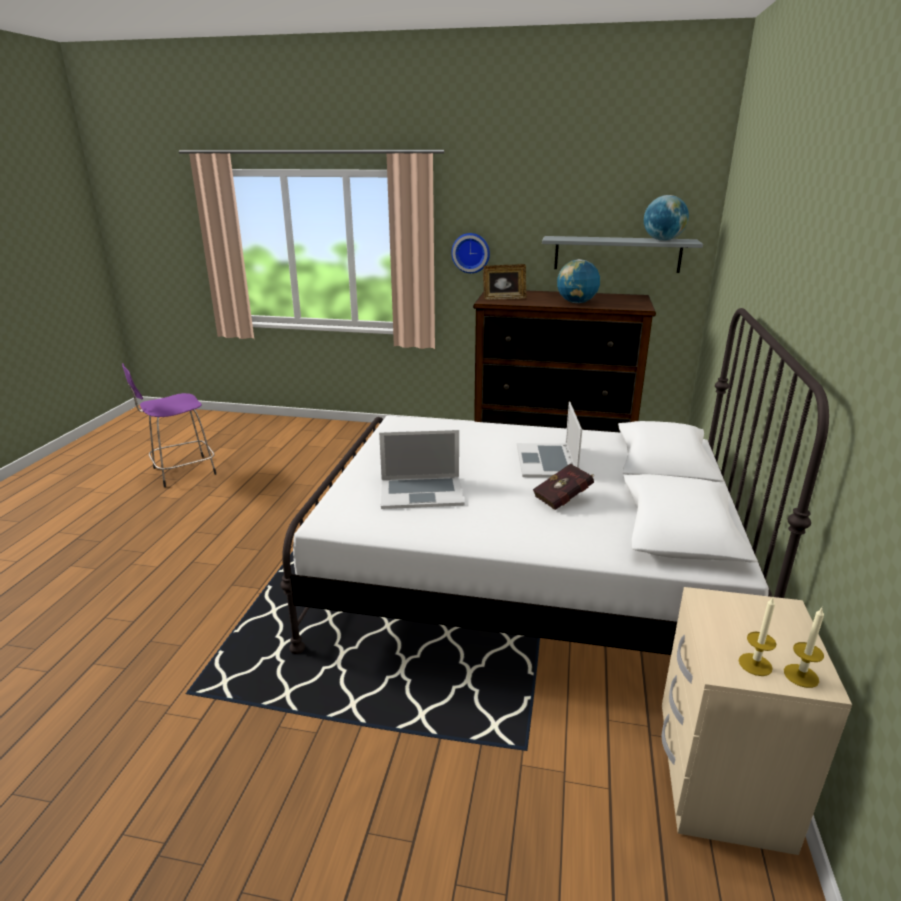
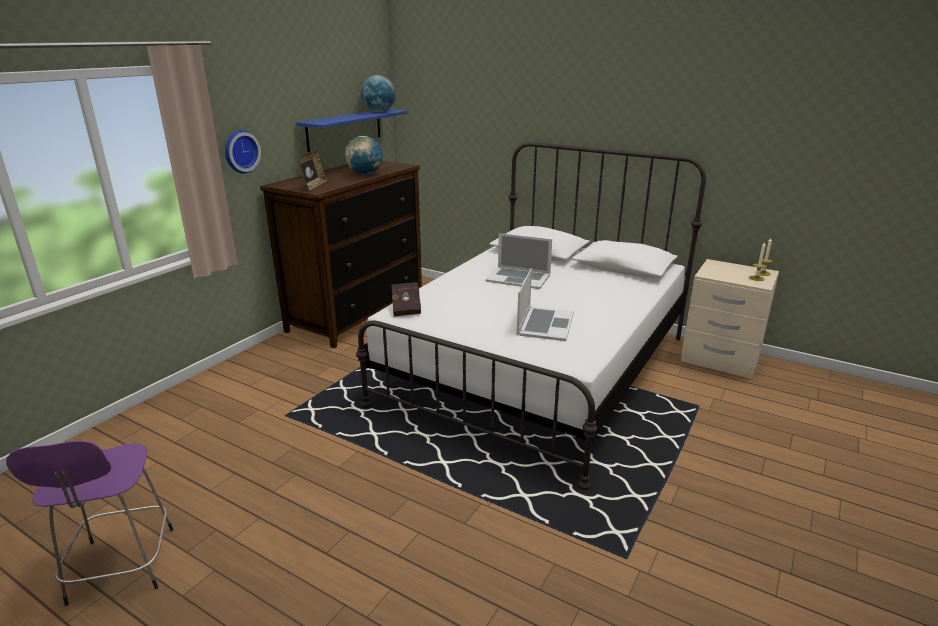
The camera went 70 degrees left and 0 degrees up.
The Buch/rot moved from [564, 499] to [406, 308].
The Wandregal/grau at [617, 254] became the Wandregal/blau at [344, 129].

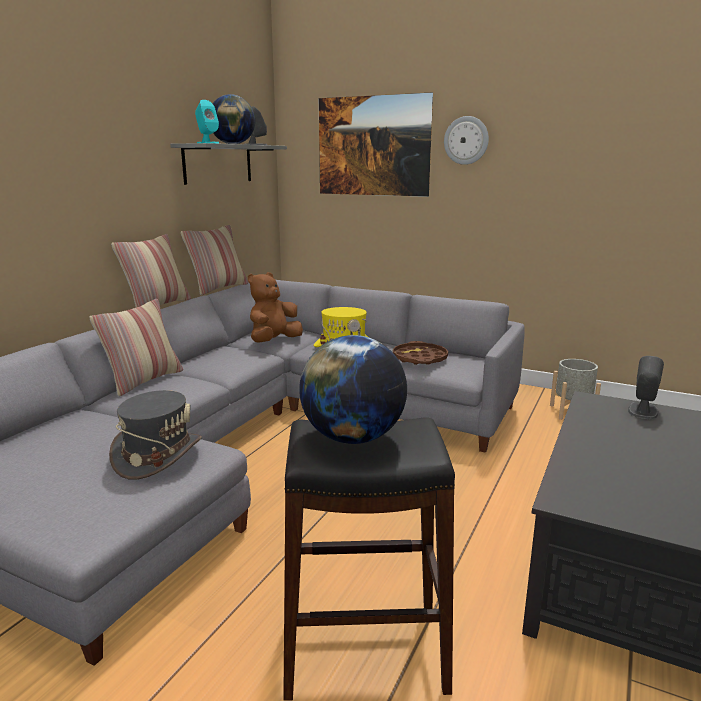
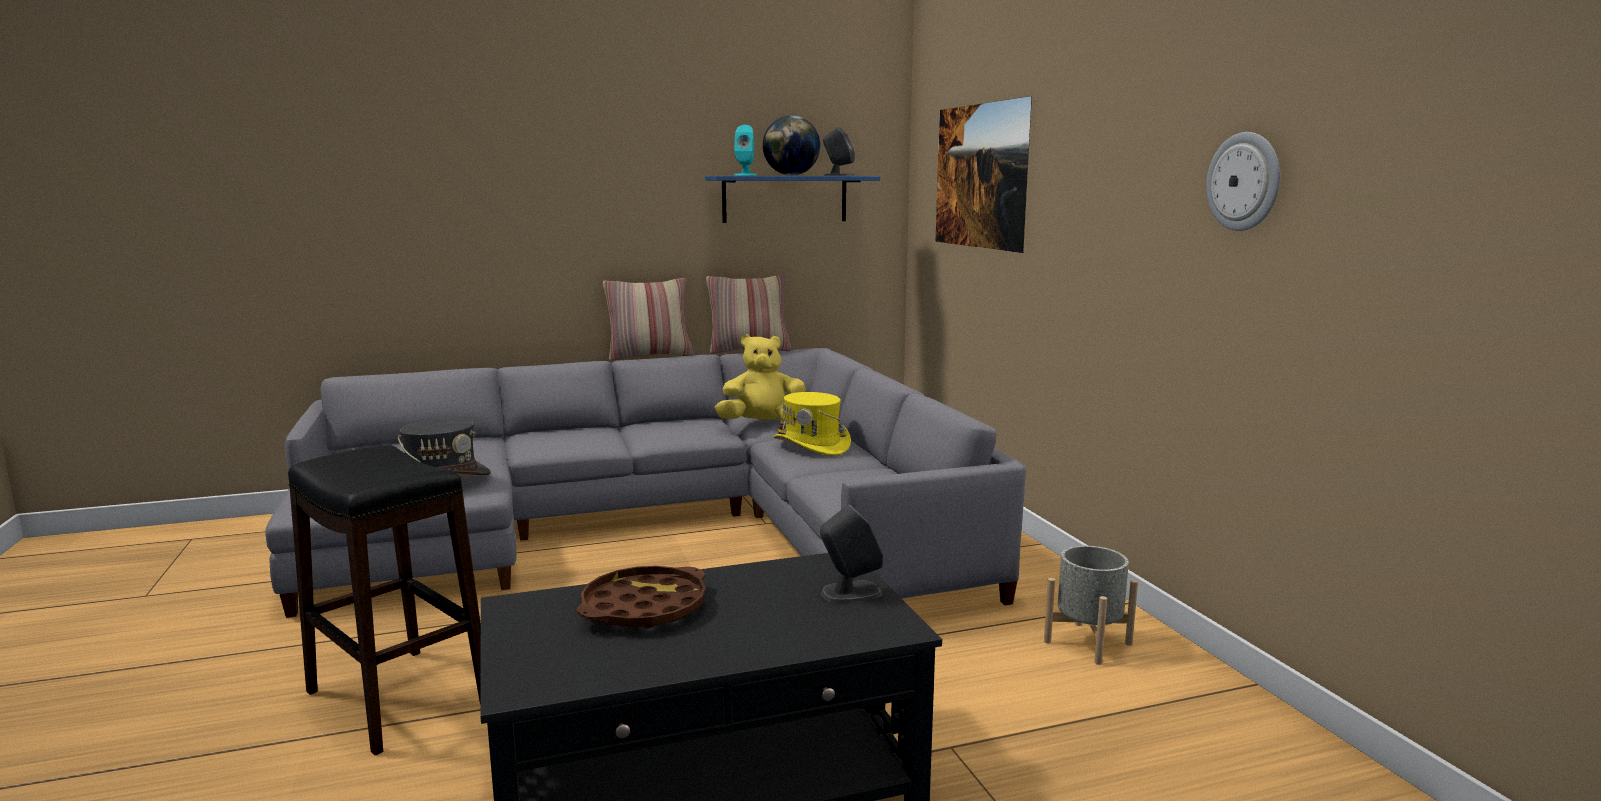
The camera went 45 degrees right and 5 degrees down.
The Kissen at [144, 381] disappeared.
The Globus at [352, 438] disappeared.
The Tablett/braun moved from [419, 358] to [644, 608].
The Wanduhr moved from [466, 140] to [1244, 182].
The Wandregal/grau at [218, 164] became the Wandregal/blau at [785, 199].
The Plüschtier/braun at [274, 341] became the Plüschtier/gelb at [762, 424].

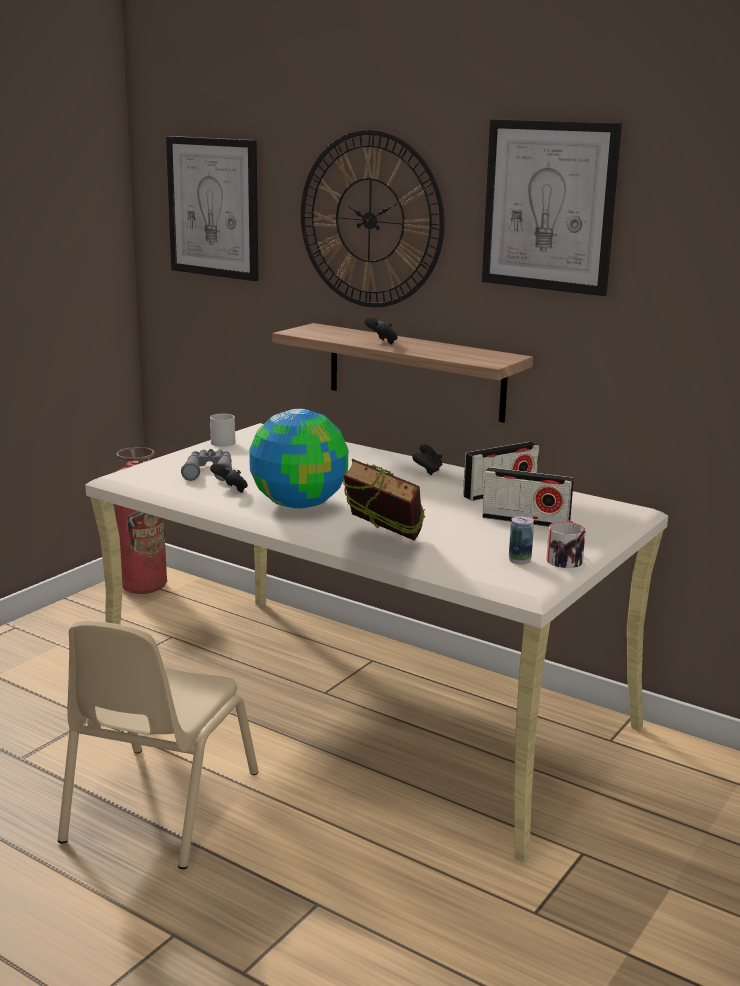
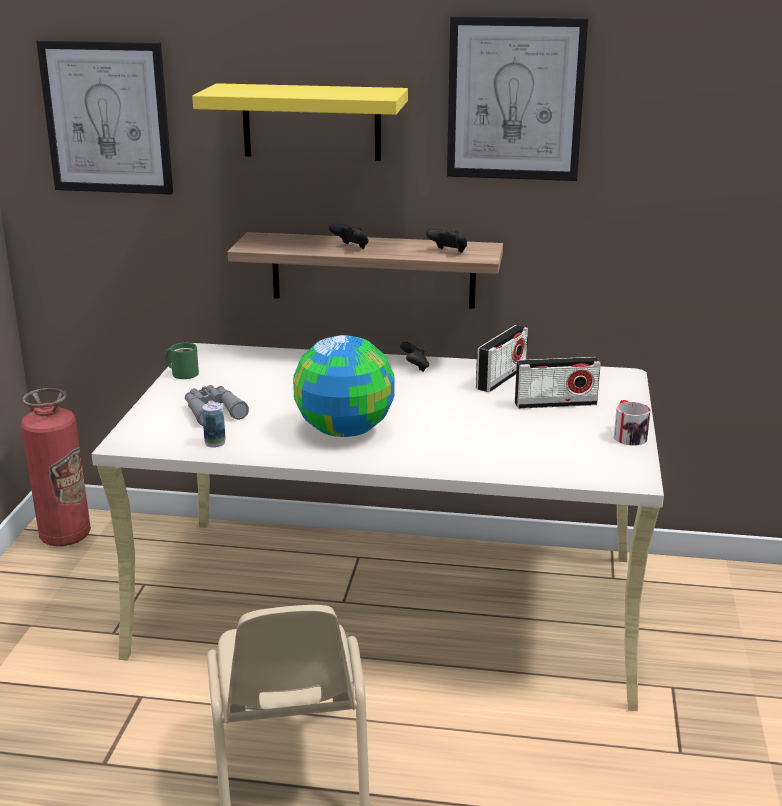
The camera went 25 degrees left and 5 degrees up.
The Buch at [383, 546] disappeared.
The Gamepad/schwarz moved from [230, 490] to [448, 252].
The Dose moved from [519, 560] to [215, 443].
The Wanduhr at [370, 220] was replaced by the Wandregal/gelb at [311, 122].
The Henkelbecher/weiß at [222, 442] became the Henkelbecher/grün at [183, 373].

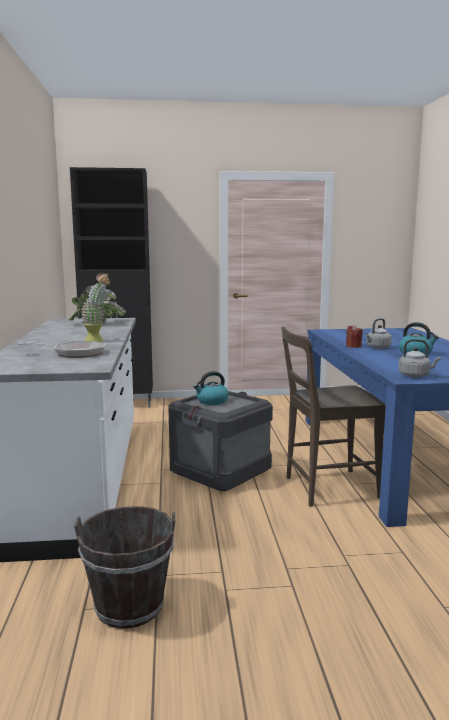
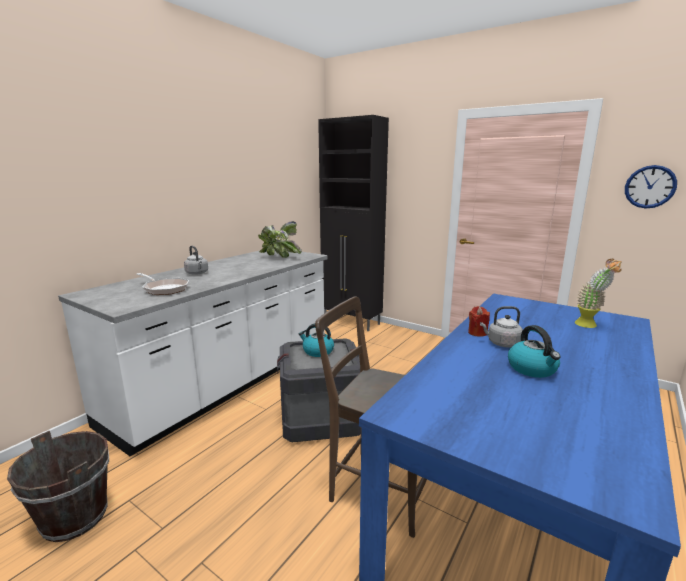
The camera went 40 degrees right and 5 degrees up.
The Wanduhr at [650, 187] appeared.
The Topfpflanze moved from [98, 341] to [590, 326].
The Wasserkessel/grau moved from [415, 376] to [197, 273].

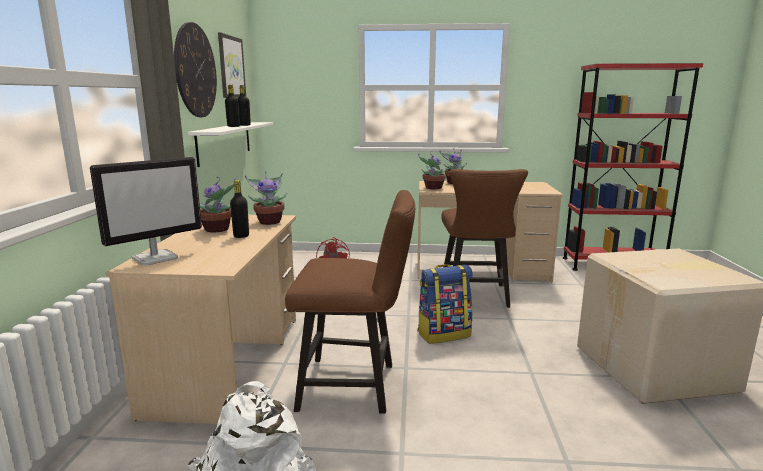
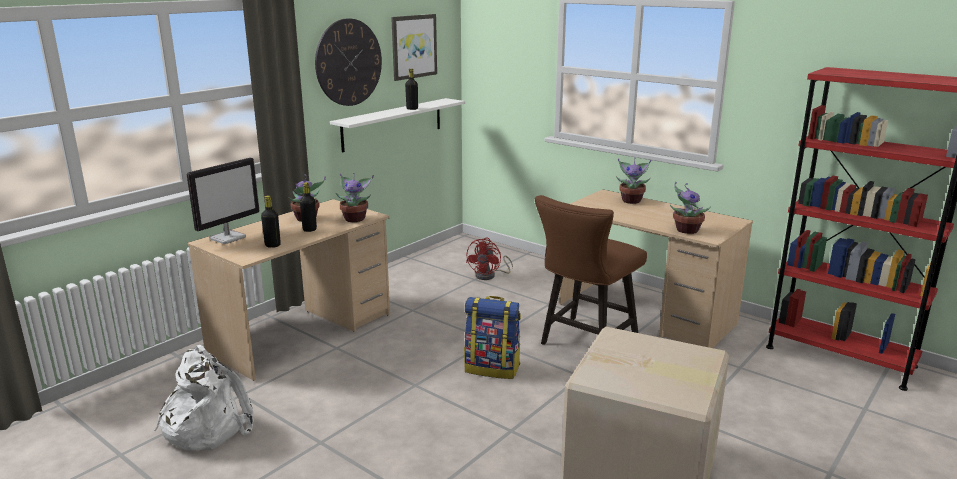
The camera went 35 degrees right and 5 degrees up.
The Stuhl/braun at [356, 386] disappeared.
The Flasche/schwarz moved from [233, 126] to [272, 245].
The Topfpflanze moved from [432, 188] to [685, 230].
The Monitor at [156, 258] turned 45 degrees counterclockwise.

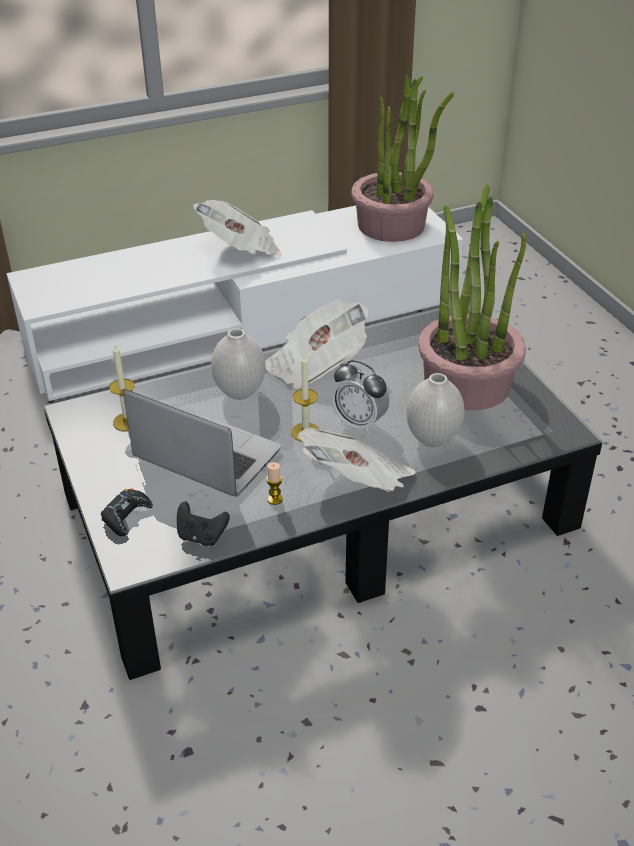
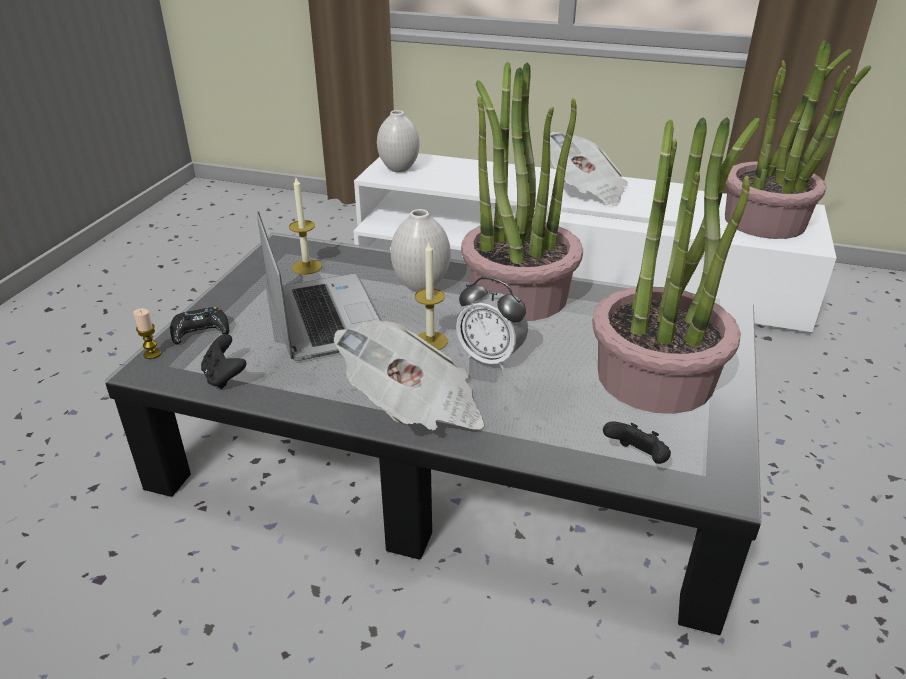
The camera went 40 degrees right and 5 degrees down.
The Gamepad/schwarz at [637, 458] appeared.
The Kerze moved from [275, 499] to [152, 354].
The Vase/weiß moved from [432, 439] to [399, 168].
The Zeitung at [316, 365] was replaced by the Topfpflanze at [518, 294].
The Wecker at [359, 423] turned 45 degrees counterclockwise.

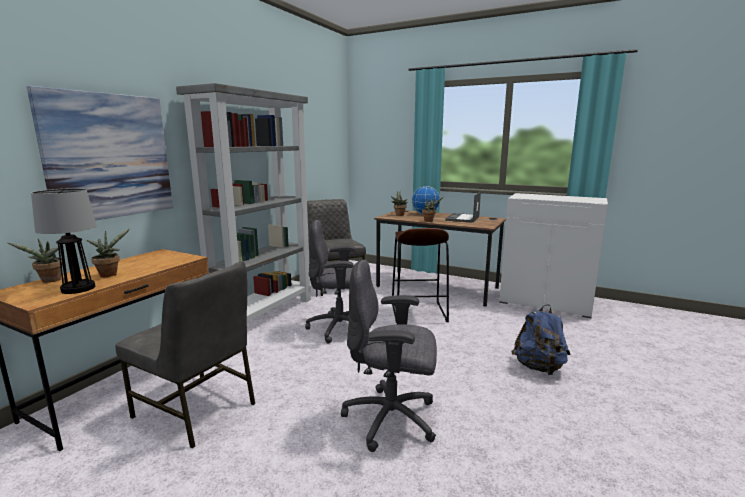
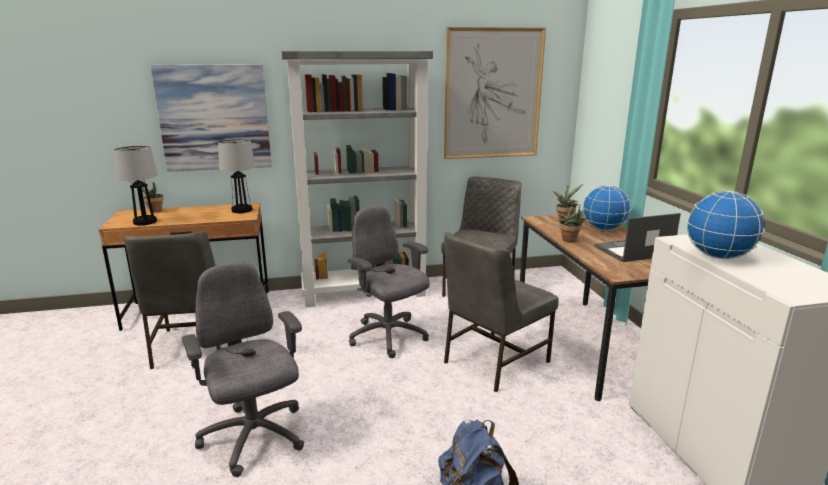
The camera went 50 degrees right and 5 degrees up.
The Topfpflanze at [110, 274] disappeared.
The Tischlampe at [242, 210] appeared.
The Bild at [493, 94] appeared.
The Globus at [718, 256] appeared.
The Hocker/braun at [418, 312] was replaced by the Stuhl/grau at [494, 362].

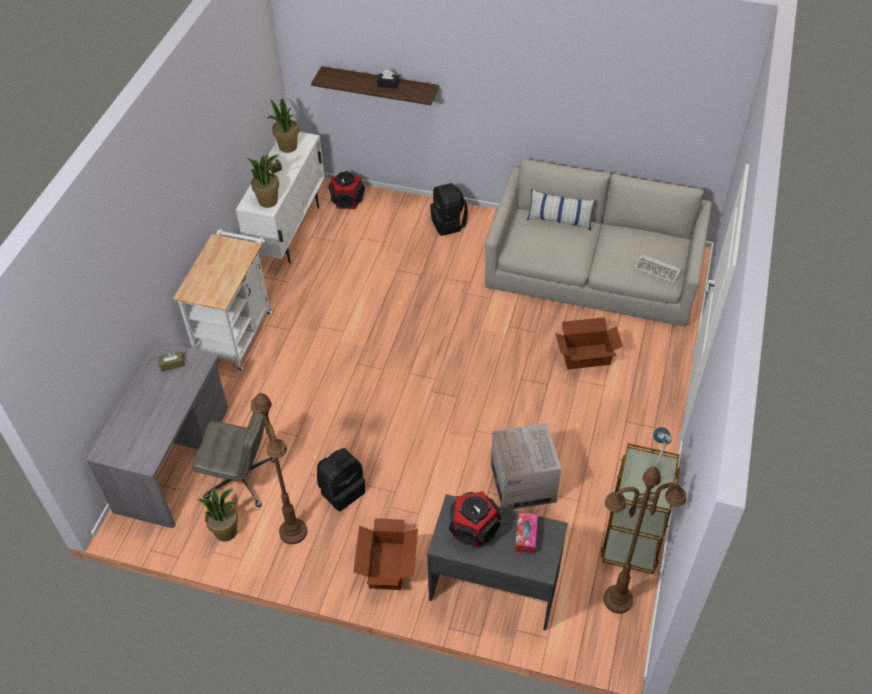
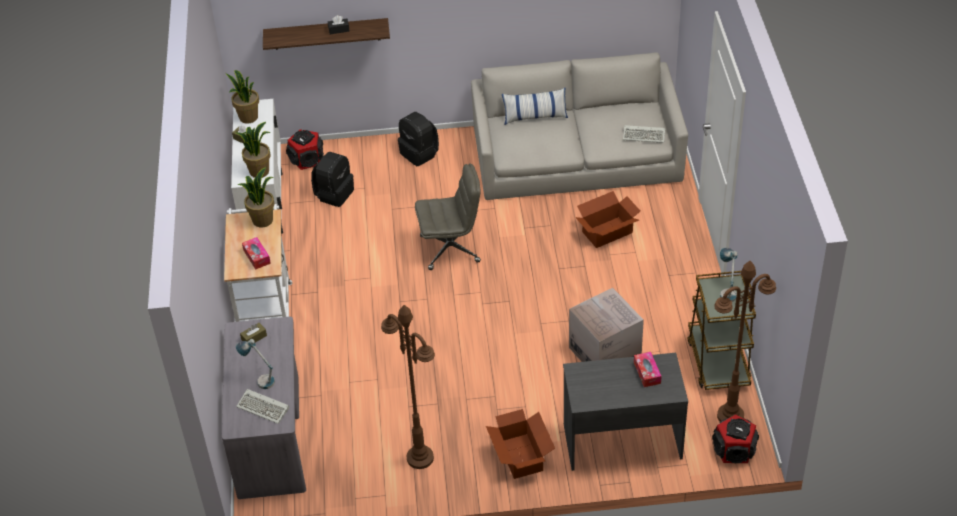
The camera went 20 degrees left and 5 degrees down.
The Tischlampe at [260, 379] appeared.
The Tastatur at [264, 408] appeared.
The Taschentuchbox at [257, 257] appeared.
The Bürostuhl/grau moved from [242, 479] to [451, 248].
The Topfpflanze moved from [226, 531] to [262, 220].
The Rucksack/schwarz moved from [342, 490] to [334, 194].
The Lautsprecher moved from [473, 528] to [734, 450].

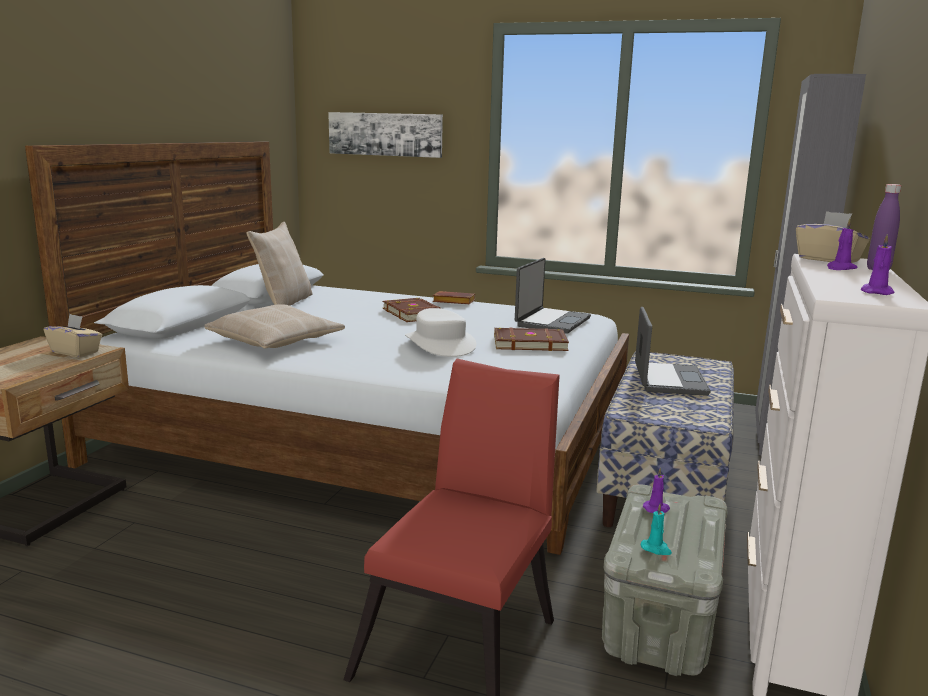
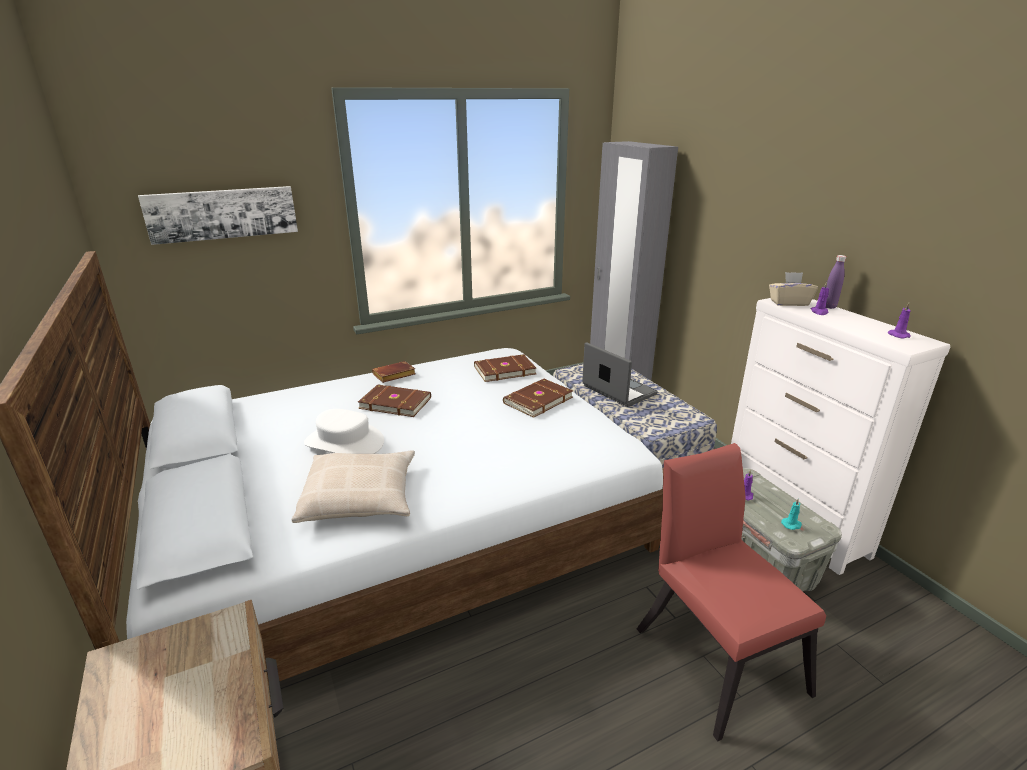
The camera went 45 degrees left and 10 degrees up.
The Taschentuchbox/beige at [75, 352] disappeared.
The Kissen/beige at [284, 303] disappeared.
The Hut/weiß moved from [440, 344] to [345, 442].
The Laptop at [551, 322] was replaced by the Buch/braun at [504, 370].

